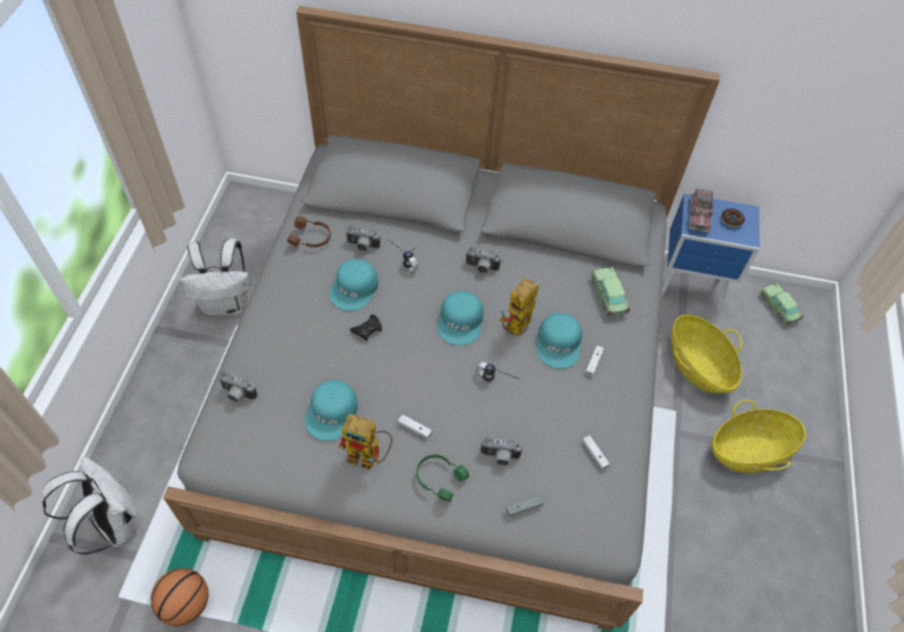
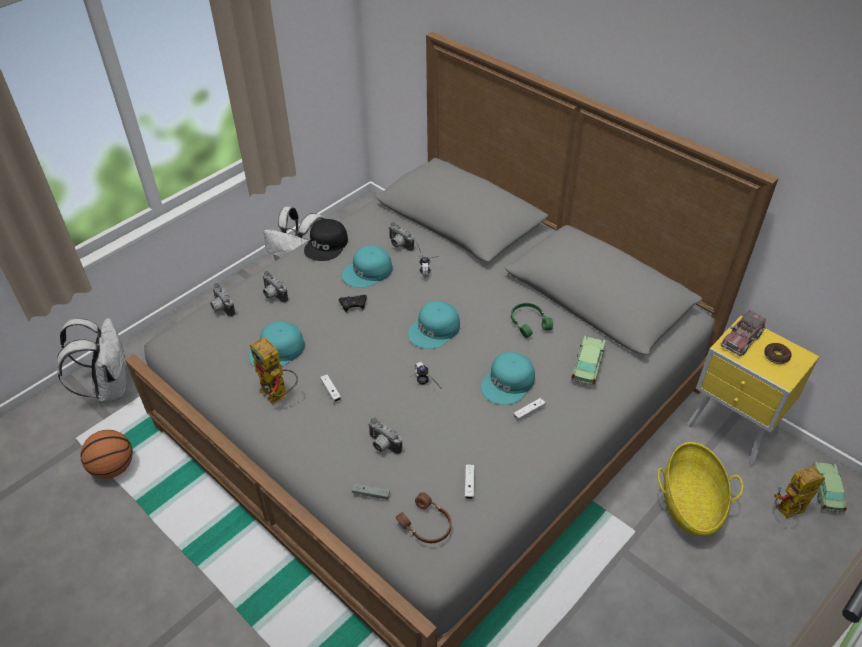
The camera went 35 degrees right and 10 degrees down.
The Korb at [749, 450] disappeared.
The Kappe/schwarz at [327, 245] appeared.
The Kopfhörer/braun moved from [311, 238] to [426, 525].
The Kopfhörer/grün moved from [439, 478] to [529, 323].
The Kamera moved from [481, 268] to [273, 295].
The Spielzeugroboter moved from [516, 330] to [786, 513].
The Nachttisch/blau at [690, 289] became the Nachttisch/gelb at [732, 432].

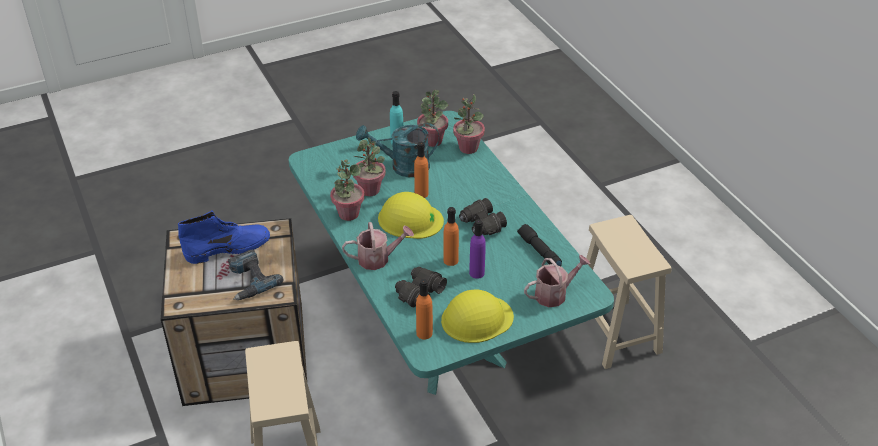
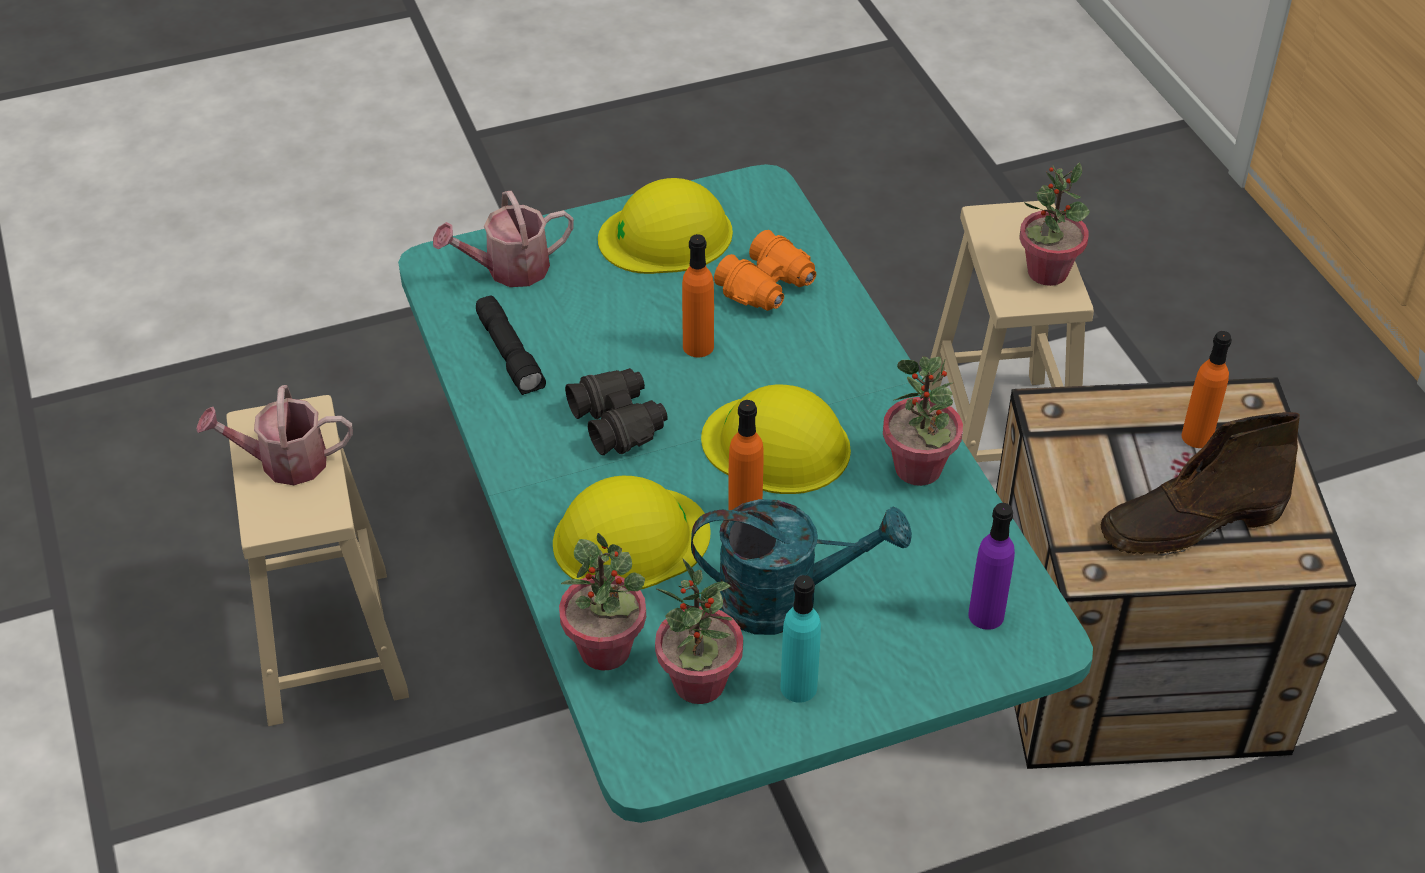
The camera went 175 degrees left and 5 degrees up.
The Bohrmaschine at [249, 280] disappeared.
The Schutzhelm/gelb at [630, 538] appeared.
The Gießkanne moved from [378, 259] to [284, 462].
The Topfpflanze moved from [370, 190] to [1047, 272].
The Flasche/orange moved from [424, 333] to [1197, 437].
The Flasche/lila moved from [476, 273] to [986, 615].
The Stiefel/blau at [228, 248] became the Stiefel/braun at [1190, 524].
The Fernglas/schwarz at [419, 293] became the Fernglas/orange at [768, 287].

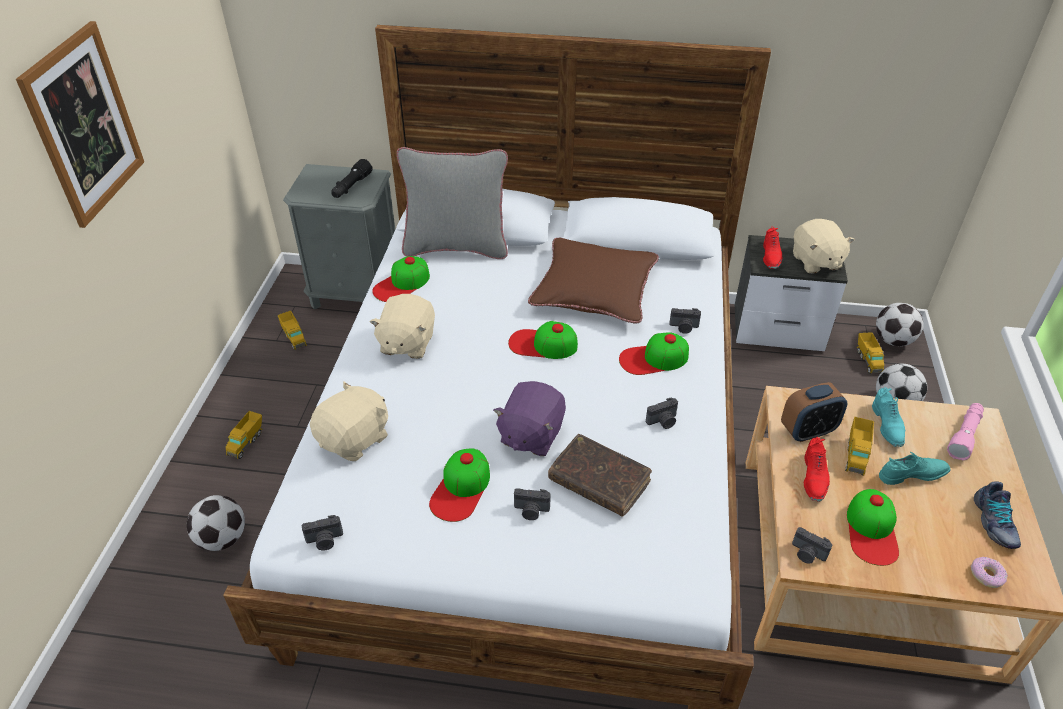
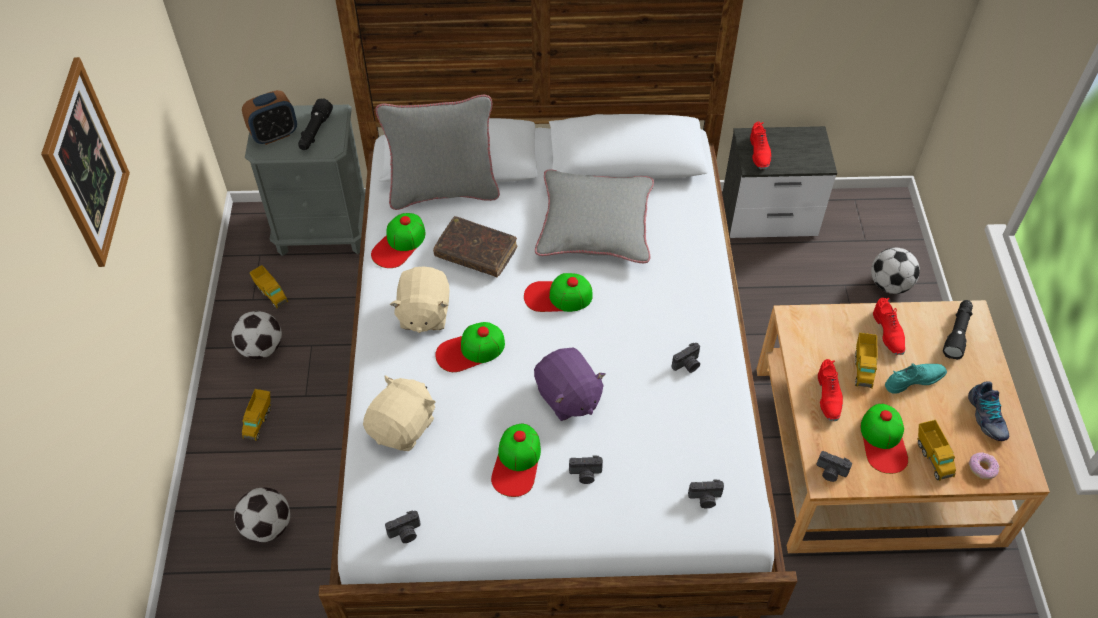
The camera went 10 degrees left and 10 degrees up.
The Plüschtier/beige at [815, 261] disappeared.
The Buch/braun moved from [599, 481] to [476, 253].
The Kappe moved from [653, 358] to [470, 350].
The Kamera moved from [684, 327] to [705, 499].
The Wecker moved from [807, 431] to [274, 135].
The Spielzeuglaster moved from [868, 360] to [932, 457].
The Fußball moved from [893, 340] to [262, 348].
The Kissen/braun at [594, 289] became the Kissen/grau at [595, 224].
The Schuh/türkis at [887, 426] became the Schuh/rot at [888, 333].
The Taschenlampe/rosa at [964, 435] became the Taschenlampe/schwarz at [957, 333].
The Plüschtier/lila at [530, 435] turned 45 degrees counterclockwise.

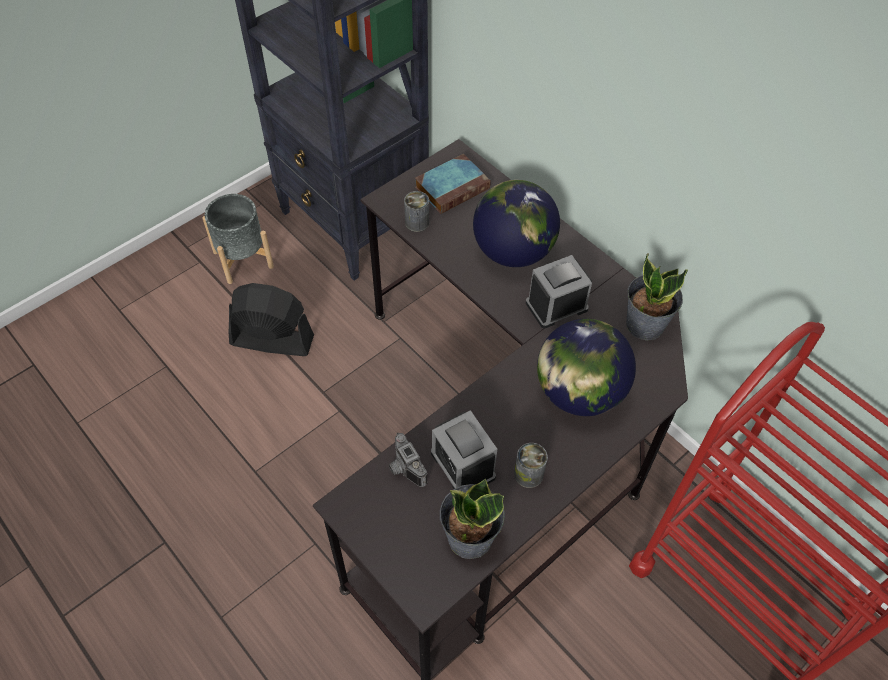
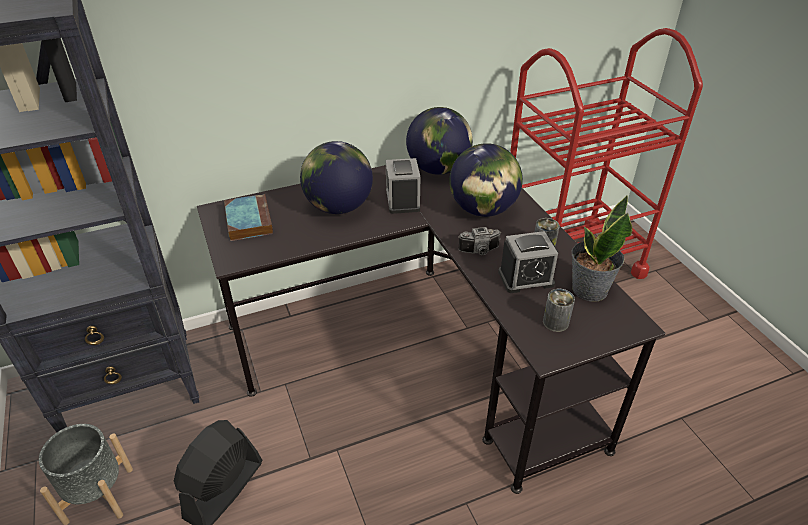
The camera went 70 degrees left and 15 degrees down.
The Kamera moved from [404, 468] to [480, 252].
The Dose moved from [417, 222] to [555, 322].
The Topfpflanze at [645, 324] was replaced by the Globus at [438, 169].

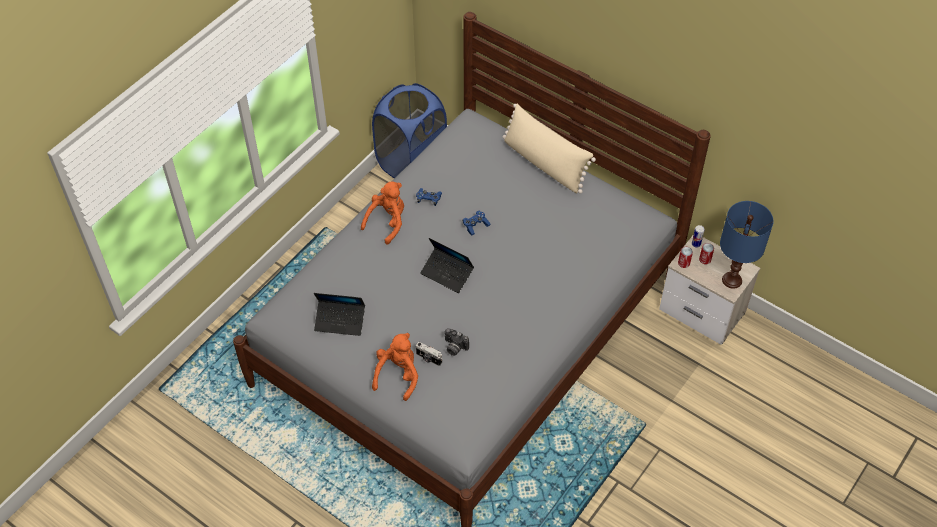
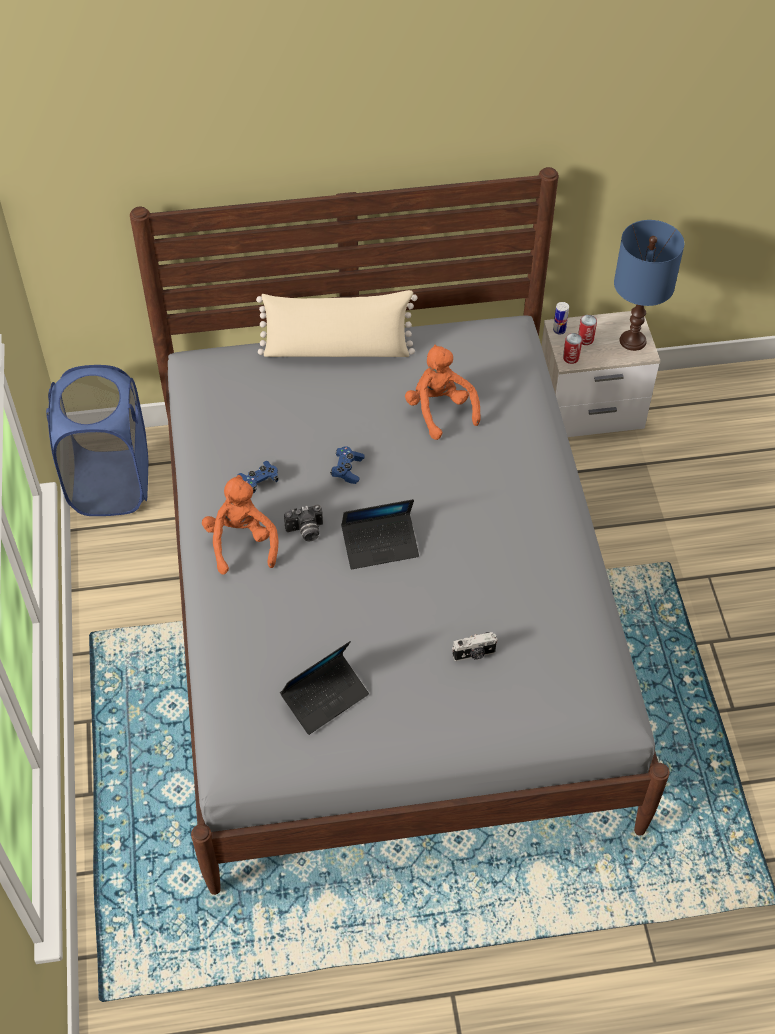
The camera went 45 degrees left and 0 degrees up.
The Plüschtier/orange moved from [398, 375] to [440, 410].
The Kamera moved from [454, 347] to [305, 531].

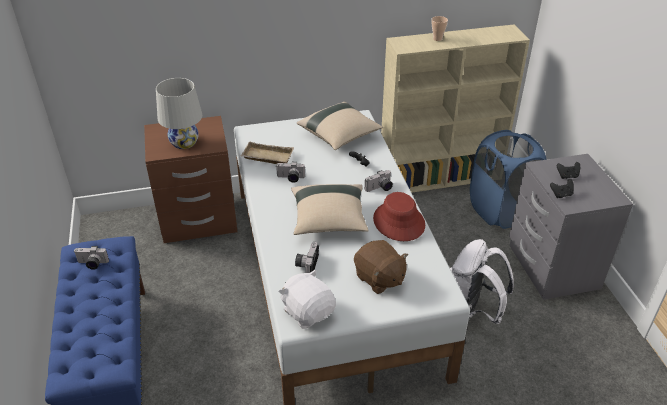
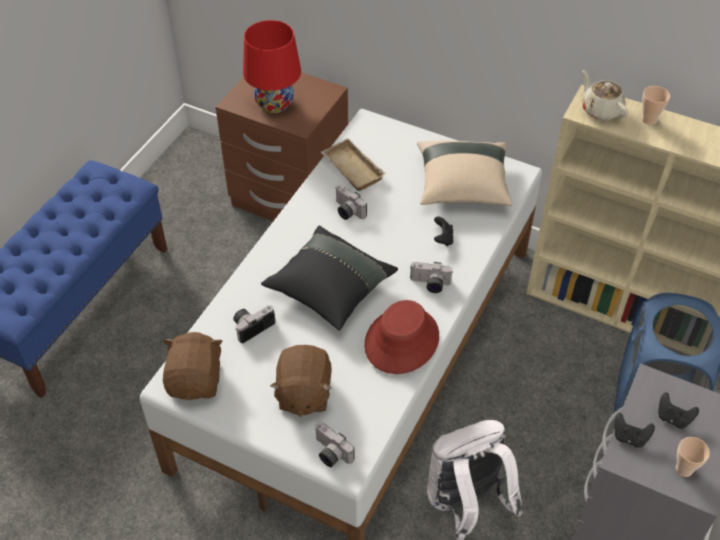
The camera went 40 degrees right and 10 degrees up.
The Teekanne/beige at [600, 109] appeared.
The Tasse at [684, 469] appeared.
The Kamera moved from [92, 264] to [330, 453].
The Tischlampe/weiß at [184, 143] became the Tischlampe/rot at [274, 104].
The Plüschtier/weiß at [308, 311] became the Plüschtier/braun at [196, 380].
The Kissen/beige at [329, 220] became the Kissen/schwarz at [330, 289].

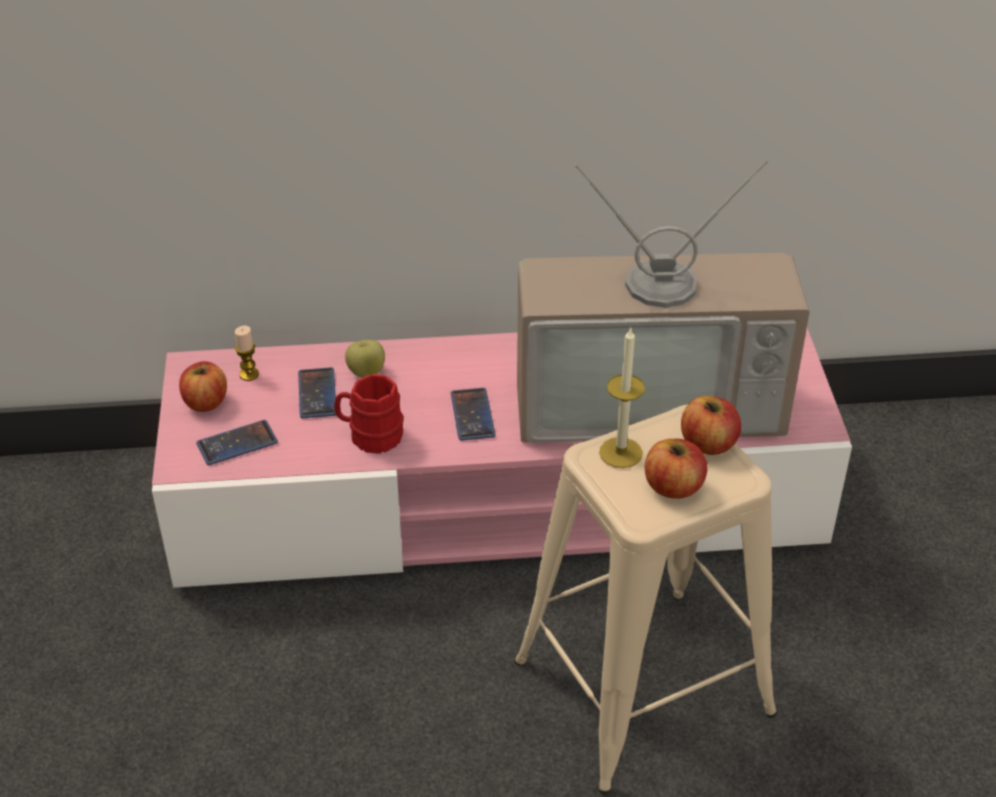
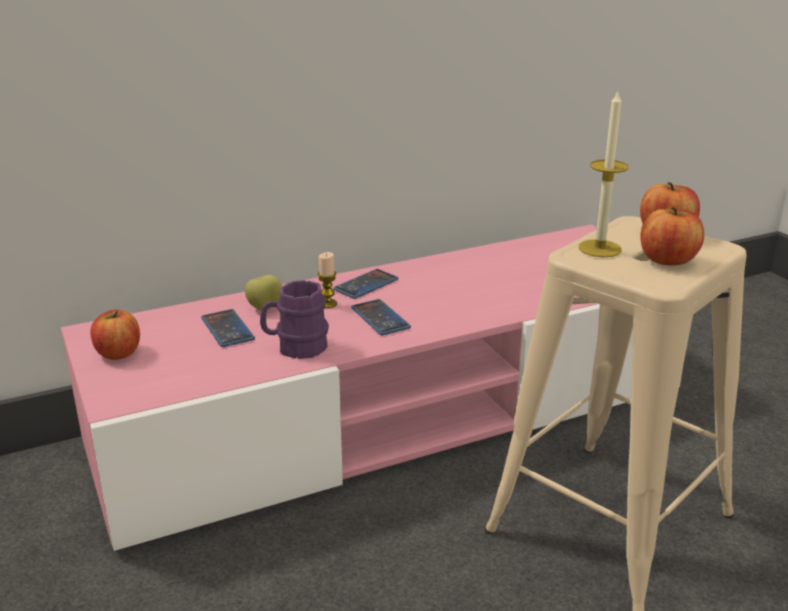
The camera went 20 degrees left and 15 degrees down.
The Fernseher at [649, 397] disappeared.
The Handy moved from [237, 443] to [366, 285].
The Kerze moved from [249, 374] to [328, 304].
The Henkelbecher/rot at [370, 436] became the Henkelbecher/lila at [296, 347].

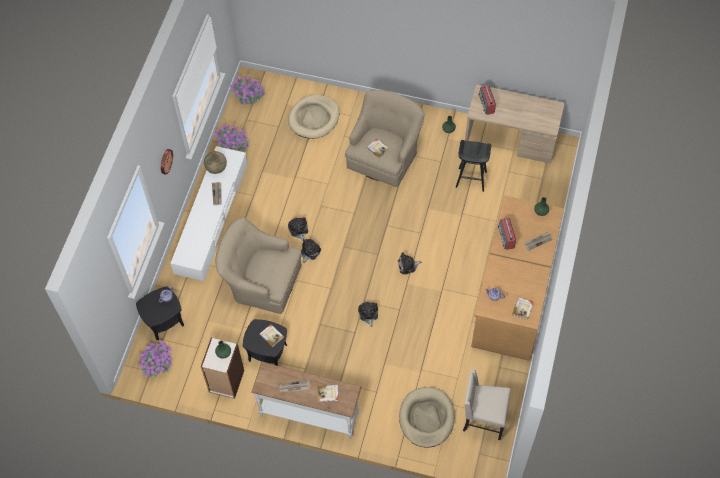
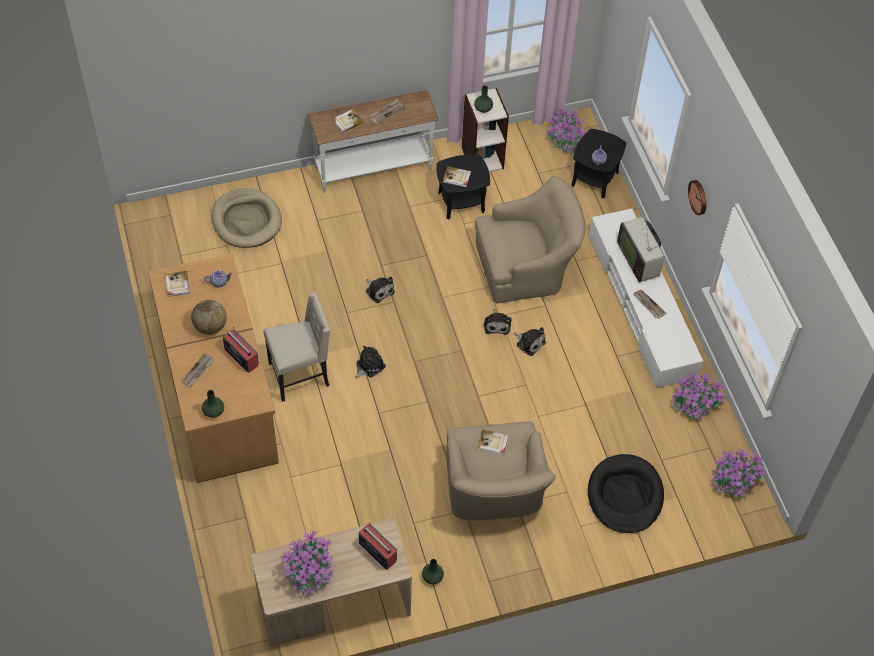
The camera went 145 degrees right and 5 degrees down.
The Hocker/schwarz at [470, 180] disappeared.
The Topfpflanze at [309, 572] appeared.
The Fernseher at [640, 259] appeared.
The Globus moved from [216, 168] to [210, 327].
The Stuhl/beige moved from [483, 419] to [300, 375].
The Hundebett/beige at [314, 118] became the Hundebett/schwarz at [625, 496].

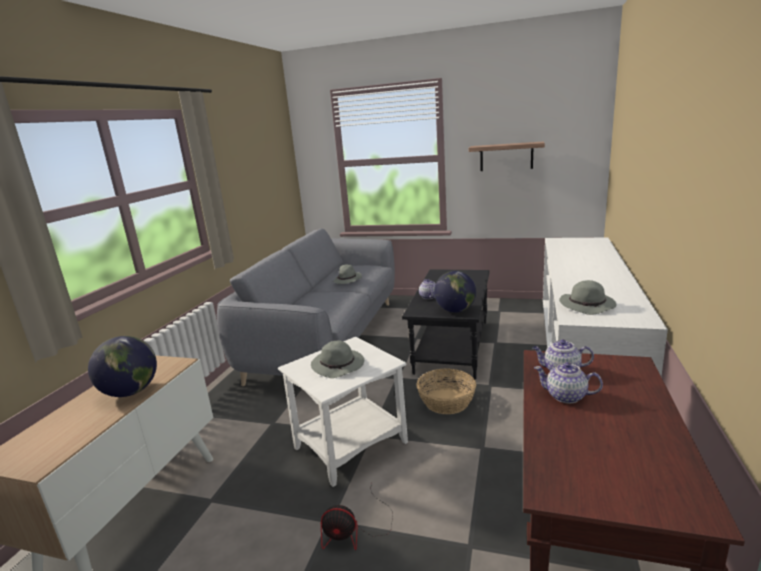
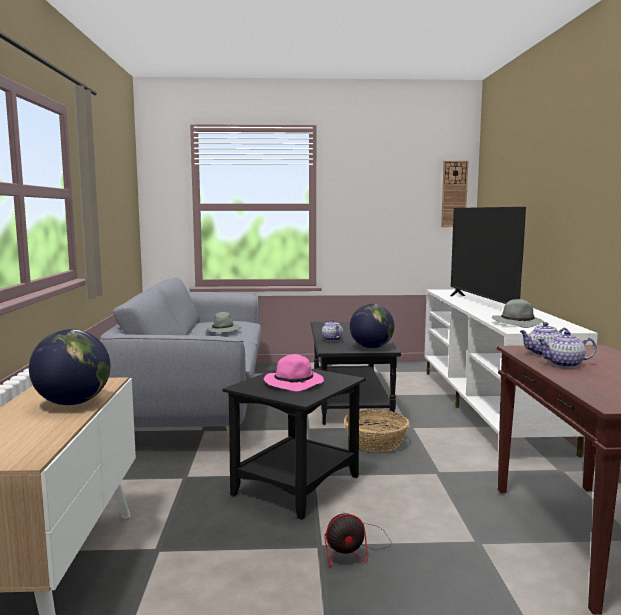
The camera went 20 degrees left and 10 degrees down.
The Wandregal at [506, 156] disappeared.
The Wanduhr at [454, 194] appeared.
The Fernseher at [482, 304] appeared.
The Beistelltisch/weiß at [350, 444] became the Beistelltisch/schwarz at [295, 485].
The Hut/grau at [339, 366] became the Hut/rosa at [295, 383].

